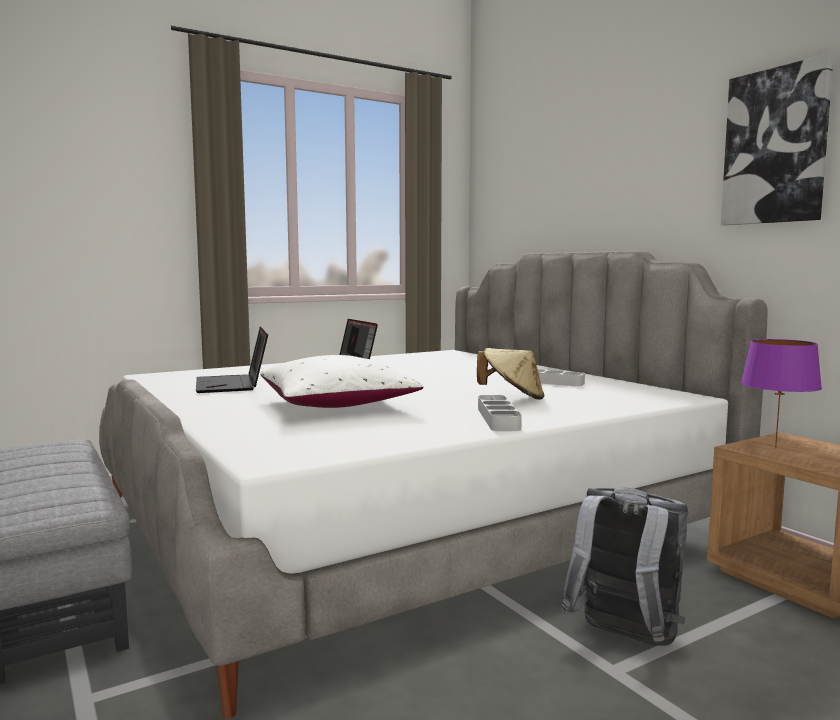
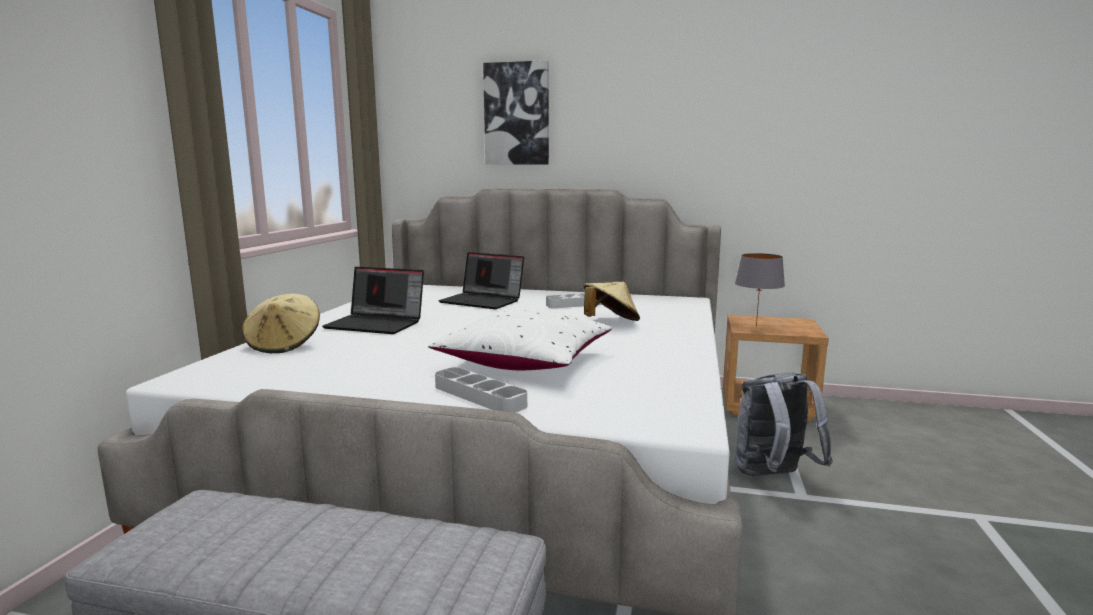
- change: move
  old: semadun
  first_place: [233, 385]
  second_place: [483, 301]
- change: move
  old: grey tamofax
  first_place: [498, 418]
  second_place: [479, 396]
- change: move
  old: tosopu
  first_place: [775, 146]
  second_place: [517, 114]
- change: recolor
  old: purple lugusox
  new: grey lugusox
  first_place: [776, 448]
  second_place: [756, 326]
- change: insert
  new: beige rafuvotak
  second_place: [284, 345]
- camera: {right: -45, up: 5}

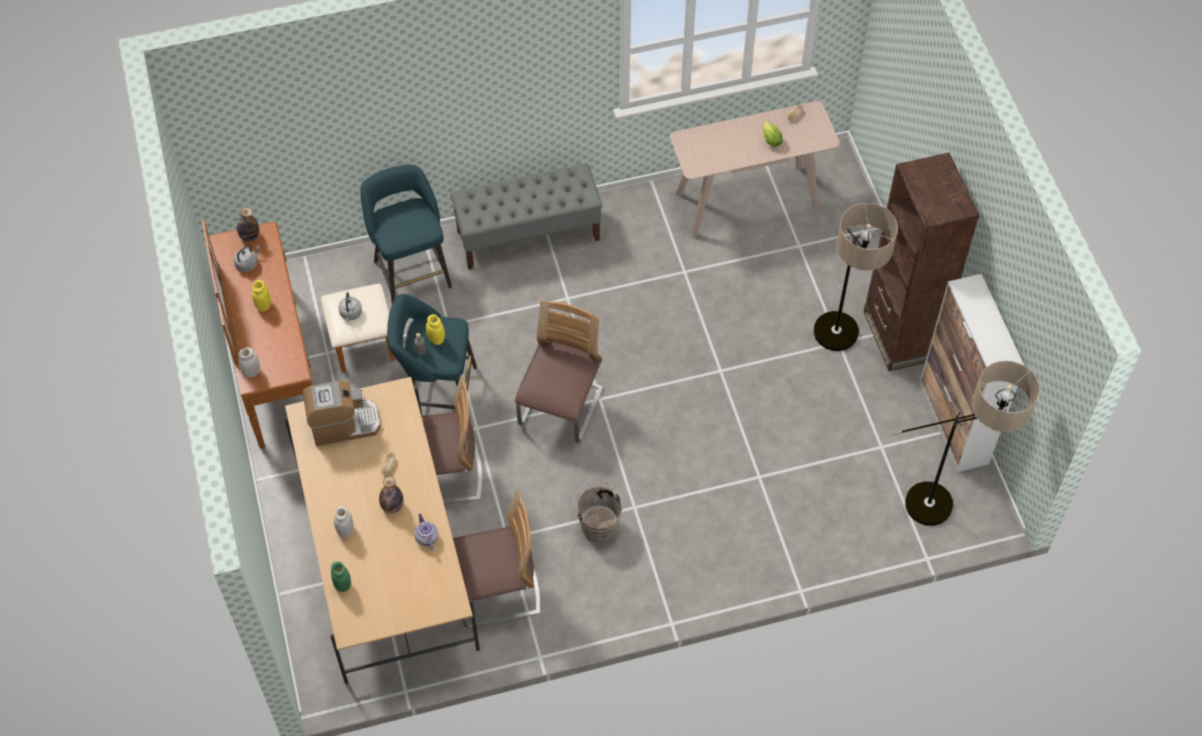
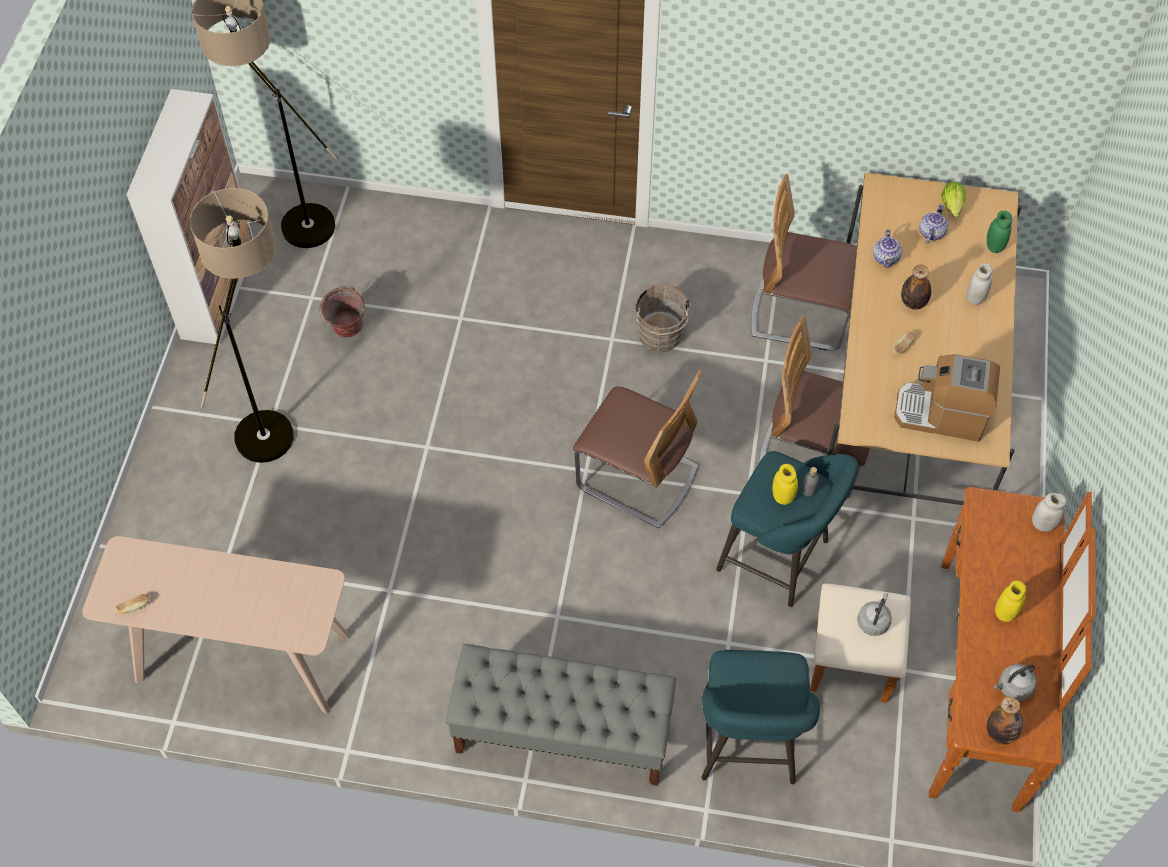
- change: rotate
  old: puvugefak
  first_place: [561, 408]
  second_place: [637, 477]
  degrees: -105
- change: move
  old: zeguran
  first_place: [770, 138]
  second_place: [952, 208]
- change: delete
  old: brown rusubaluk
  first_place: [899, 335]
- change: insert
  new: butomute
  second_place: [347, 332]
- change: insert
  new: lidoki
  second_place: [931, 232]
- camera: {right: -155, up: 0}

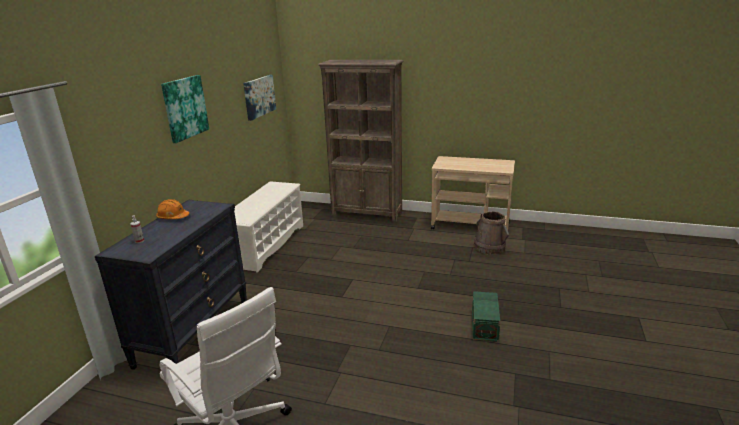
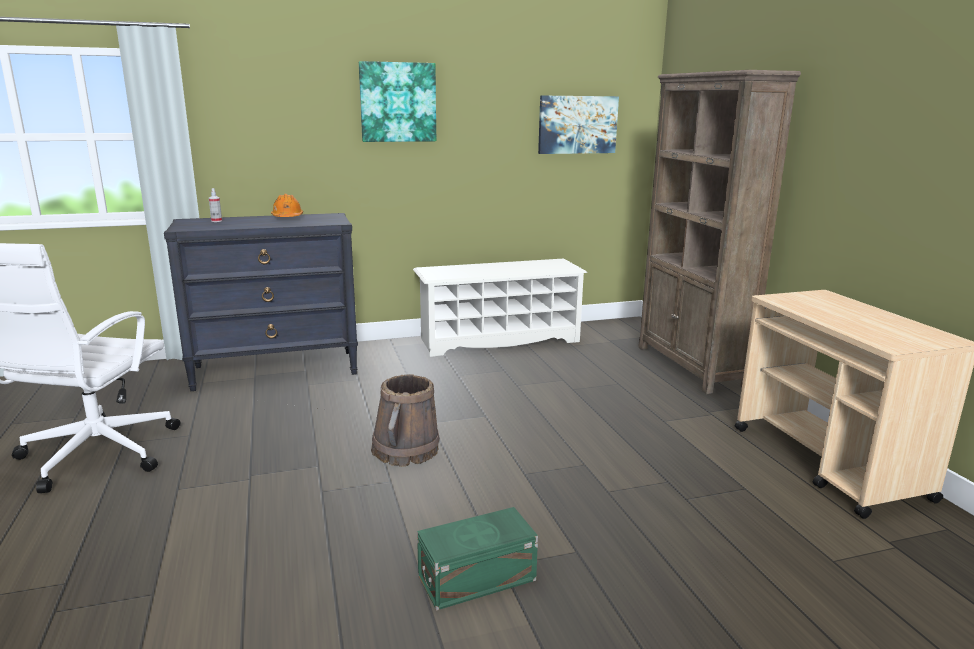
- change: move
  old: brown butomute
  first_place: [489, 247]
  second_place: [406, 450]
- camera: {right: 55, up: -5}

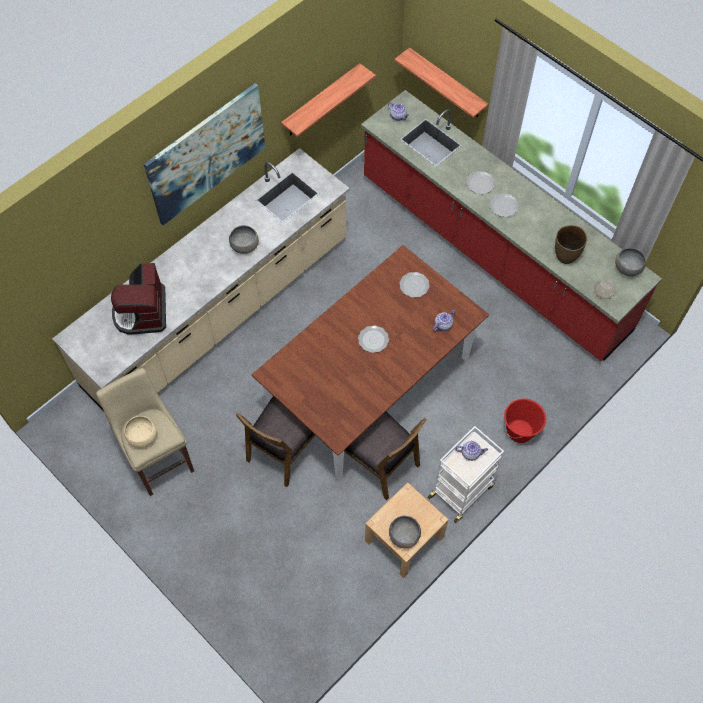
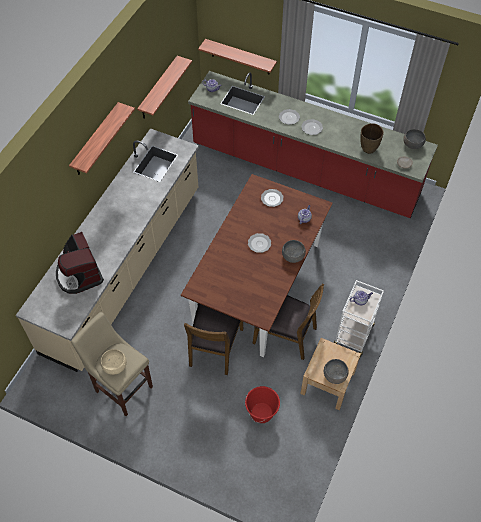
- change: replace
  old: tosopu
  new: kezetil
  first_place: [206, 154]
  second_place: [96, 140]
- change: move
  old: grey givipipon
  first_place: [245, 246]
  second_place: [293, 256]
- change: move
  old: red butomute
  first_place: [520, 431]
  second_place: [262, 413]
- camera: {right: -20, up: -5}

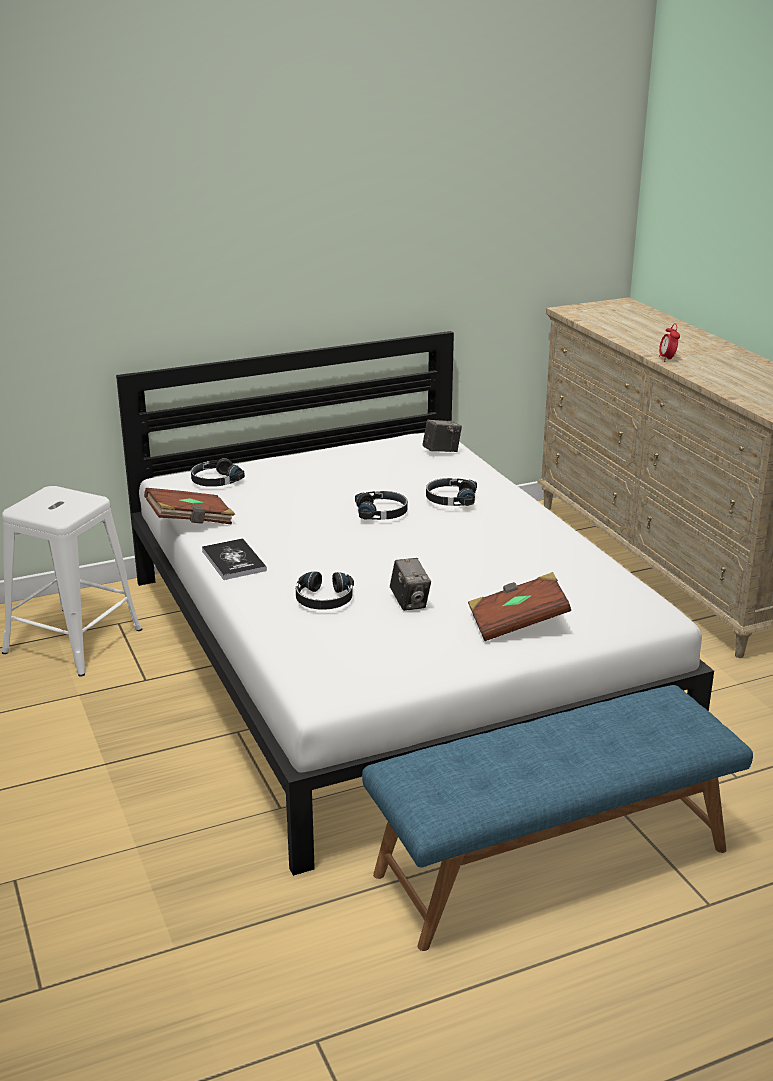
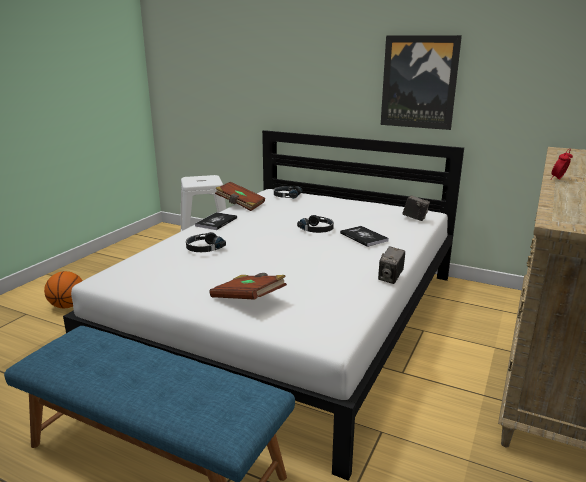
- change: move
  old: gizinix
  first_place: [410, 602]
  second_place: [390, 278]
- change: replace
  old: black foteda
  new: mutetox
  first_place: [450, 499]
  second_place: [363, 237]
- change: insert
  new: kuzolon
  second_place: [67, 306]
- change: insert
  new: tosopu
  second_place: [419, 82]
- camera: {right: 50, up: -5}

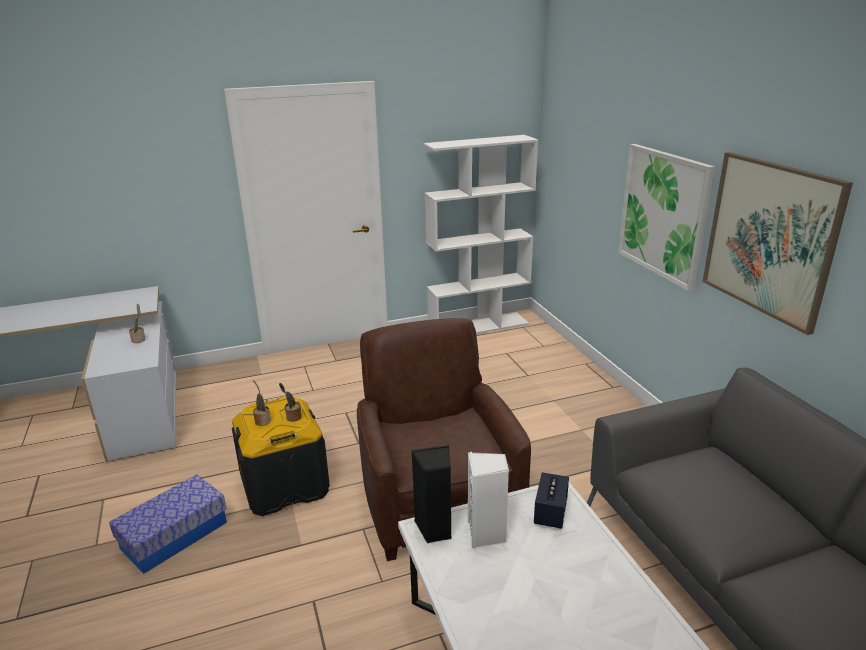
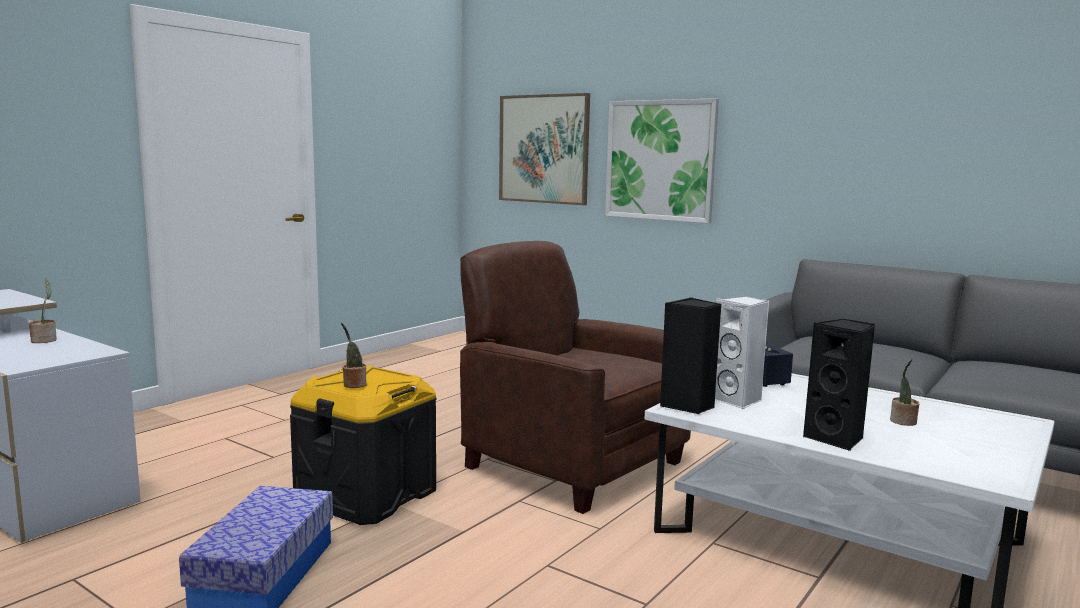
- change: move
  old: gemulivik
  first_place: [292, 417]
  second_place: [903, 422]
- change: delete
  old: white rusubaluk
  first_place: [478, 326]
- change: move
  old: tosopu
  first_place: [769, 238]
  second_place: [543, 149]
- change: insert
  new: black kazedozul
  second_place: [837, 439]
- camera: {right: -35, up: -15}

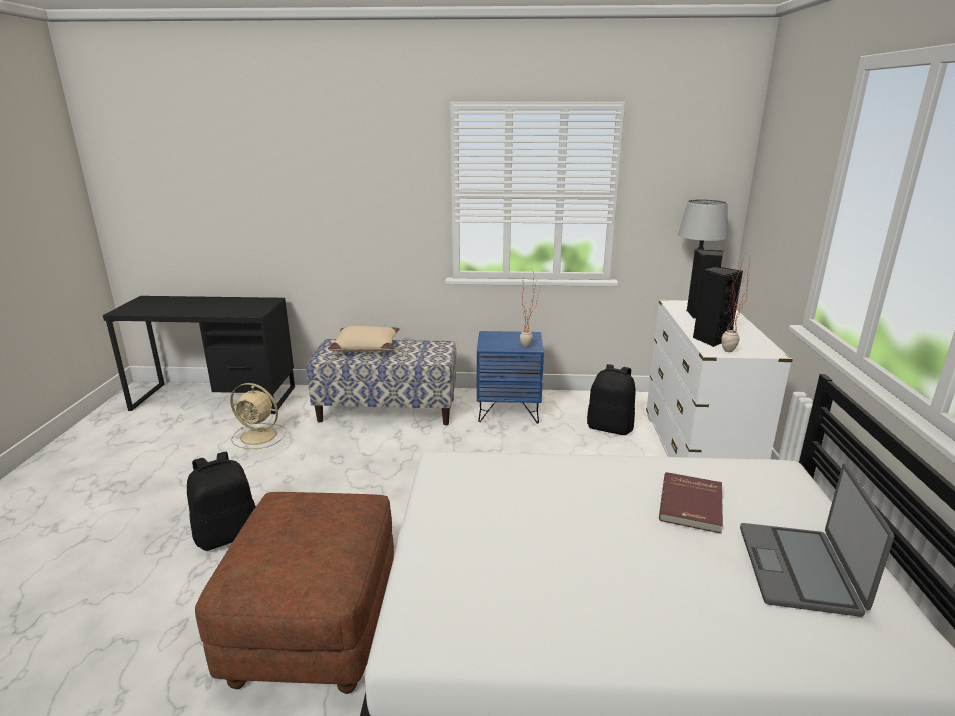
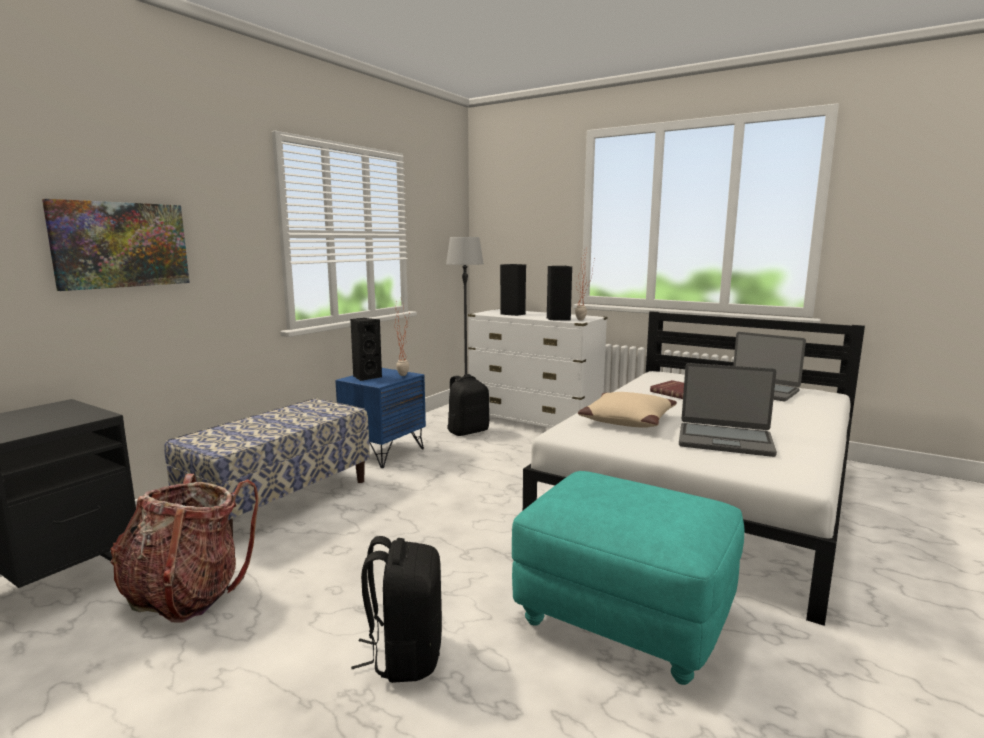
- change: recolor
  old: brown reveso
  new: turquoise reveso
  first_place: [314, 628]
  second_place: [624, 617]
- change: replace
  old: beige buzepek
  new: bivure
  first_place: [260, 436]
  second_place: [187, 594]
- change: move
  old: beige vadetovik
  first_place: [366, 347]
  second_place: [626, 420]
- change: insert
  new: tosopu
  second_place: [121, 245]
- change: insert
  new: black kazedozul
  second_place: [366, 377]
- change: insert
  new: semadun
  second_place: [725, 440]
- camera: {right: -60, up: -10}

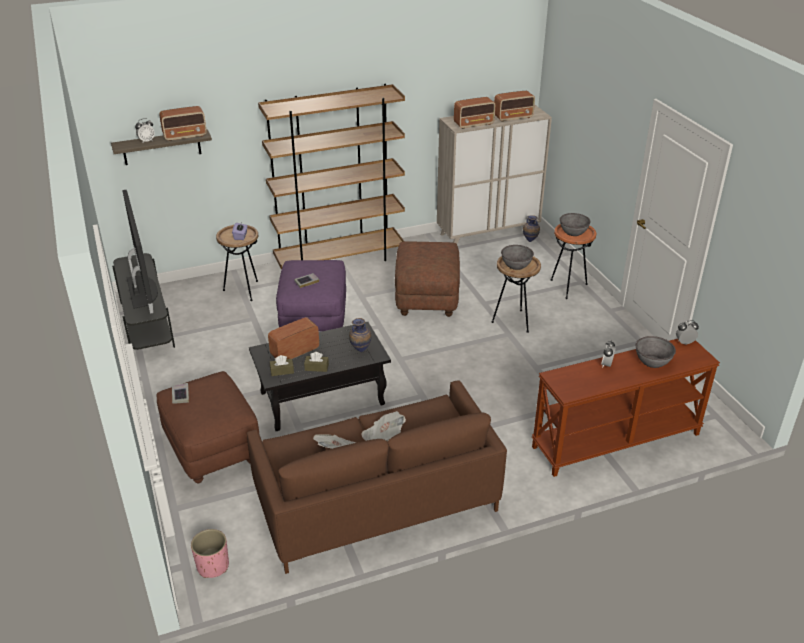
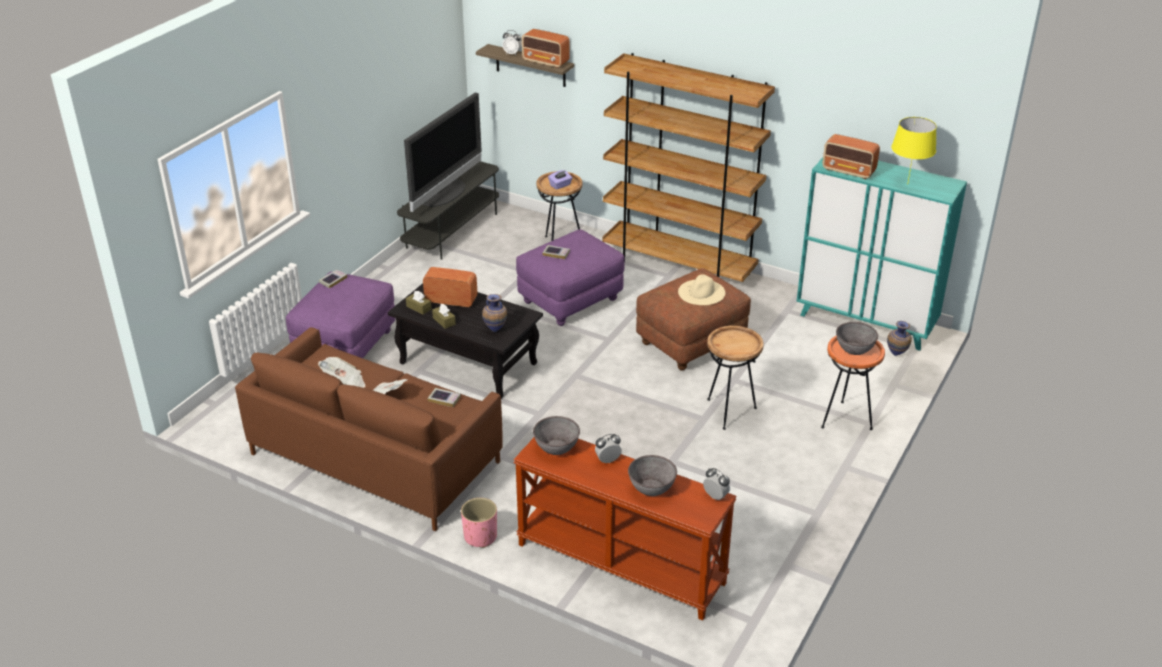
- change: recolor
  old: brown reveso
  new: purple reveso
  first_place: [212, 448]
  second_place: [346, 345]
- change: move
  old: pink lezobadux
  first_place: [213, 566]
  second_place: [480, 537]
- change: recolor
  old: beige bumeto
  new: turquoise bumeto
  first_place: [488, 233]
  second_place: [866, 322]
- change: replace
  old: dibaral
  new: yellow lugusox
  first_place: [513, 117]
  second_place: [907, 184]
- change: move
  old: grey givipipon
  first_place: [516, 265]
  second_place: [556, 447]
- change: insert
  new: mutetox
  second_place: [444, 399]
- change: insert
  new: beige rafuvotak
  second_place: [701, 292]
- camera: {right: 50, up: 0}

